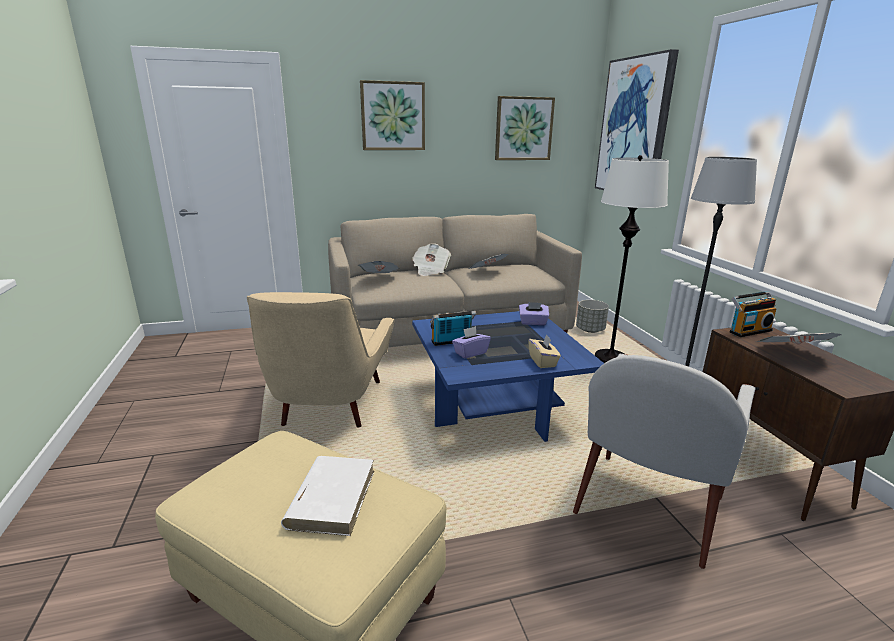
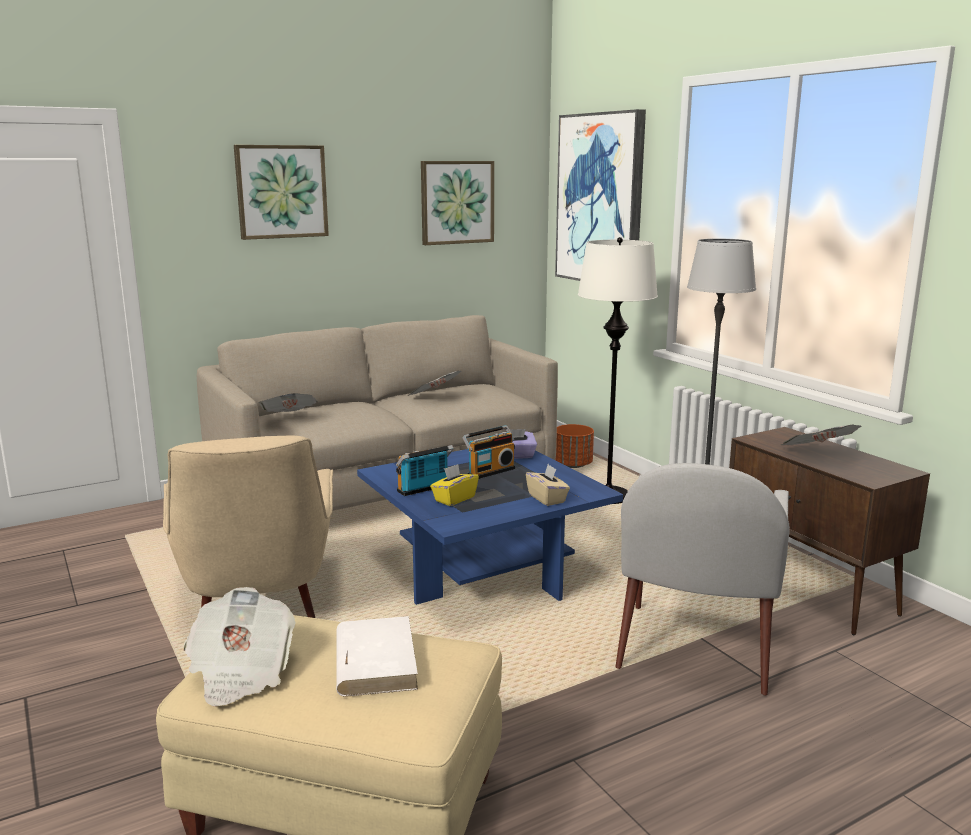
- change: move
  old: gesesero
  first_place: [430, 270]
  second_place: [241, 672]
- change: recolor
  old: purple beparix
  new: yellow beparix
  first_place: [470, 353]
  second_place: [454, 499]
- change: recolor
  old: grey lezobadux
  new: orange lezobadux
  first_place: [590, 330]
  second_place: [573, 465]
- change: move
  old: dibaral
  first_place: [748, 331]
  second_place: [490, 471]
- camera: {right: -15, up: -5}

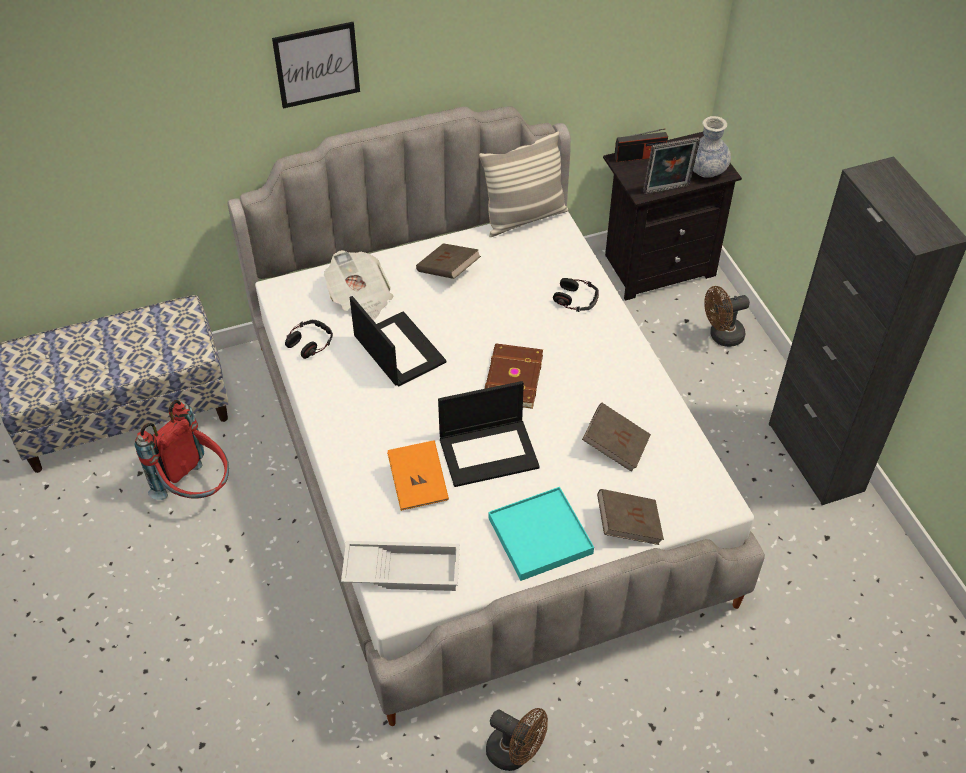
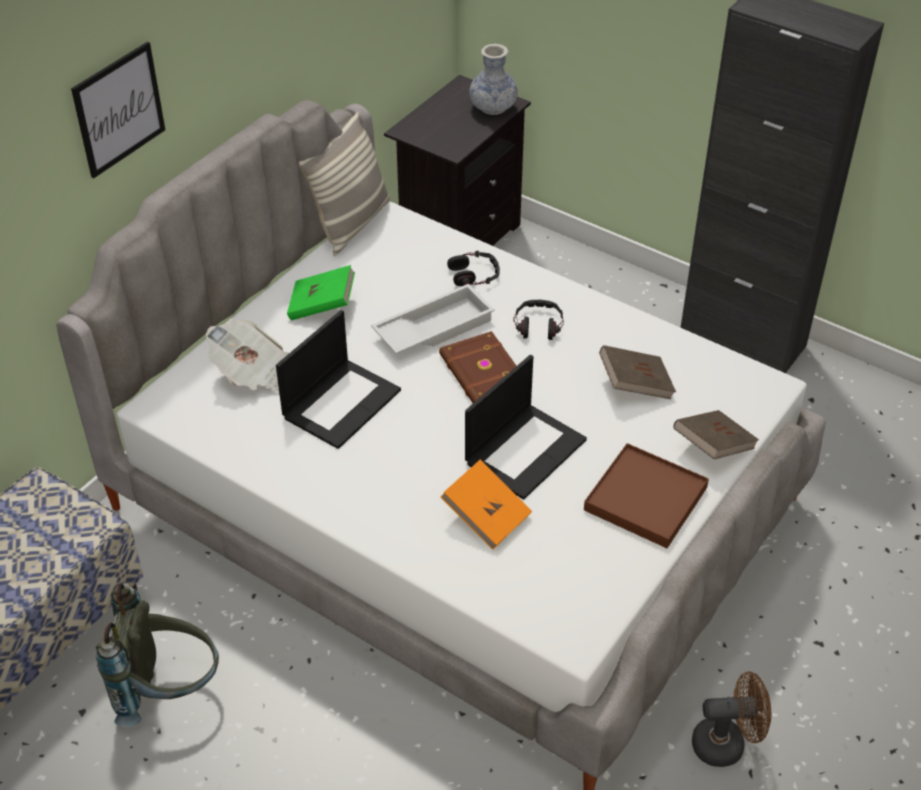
- change: recolor
  old: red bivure
  new: grey bivure
  first_place: [197, 490]
  second_place: [169, 691]
- change: move
  old: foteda
  first_place: [310, 342]
  second_place: [538, 325]
- change: move
  old: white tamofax
  first_place: [403, 569]
  second_place: [433, 327]
- change: rotate
  old: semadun
  first_place: [398, 349]
  second_place: [341, 402]
  degrees: 105
- change: recolor
  old: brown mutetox
  new: green mutetox
  first_place: [448, 271]
  second_place: [322, 306]
- change: recolor
  old: turquoise tamofax
  new: brown tamofax
  first_place: [540, 536]
  second_place: [646, 499]
- change: delete
  old: dibaral
  first_place: [640, 156]
- change: delete
  old: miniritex
  first_place: [667, 191]
- change: delete
  old: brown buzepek
  first_place: [721, 336]
- camera: {right: -35, up: -5}

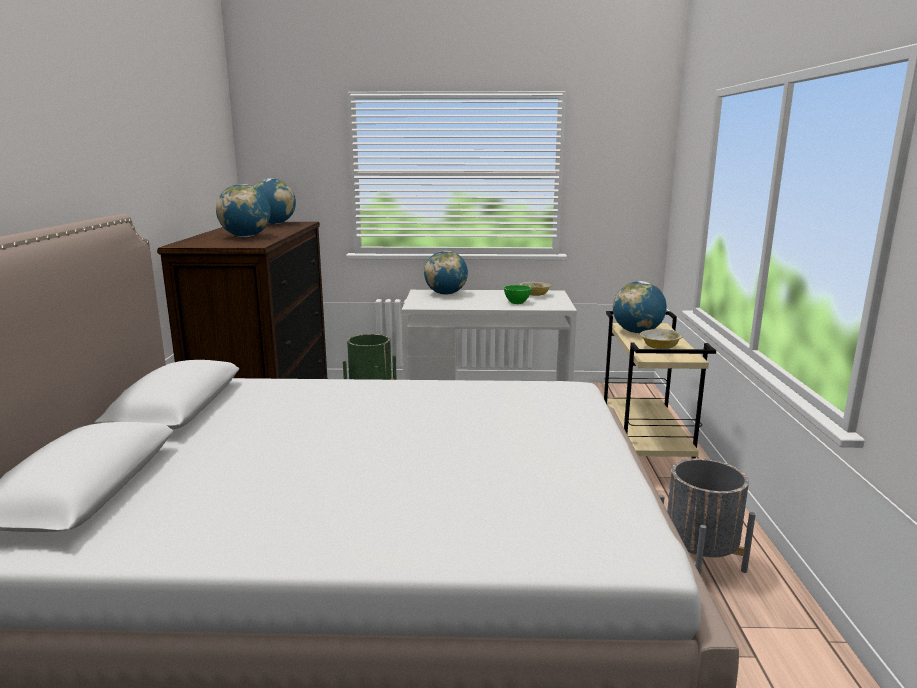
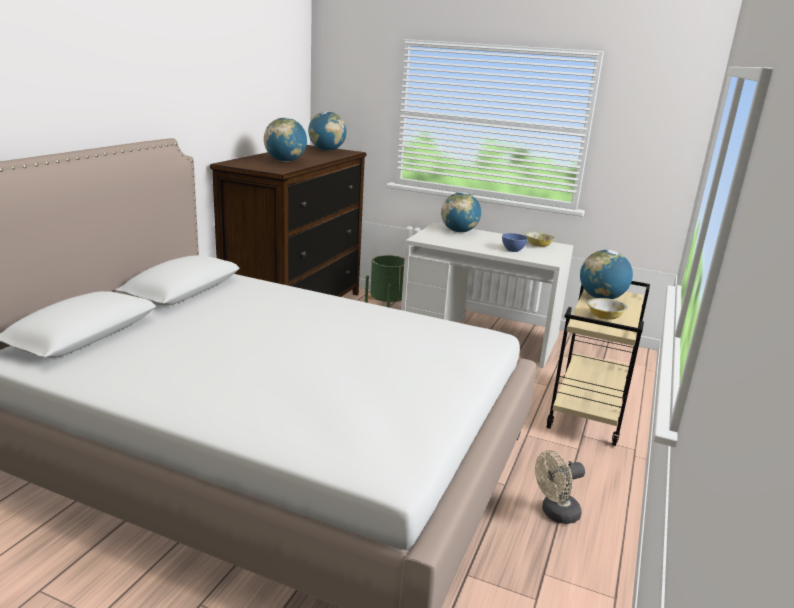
- change: recolor
  old: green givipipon
  new: blue givipipon
  first_place: [517, 302]
  second_place: [513, 250]
- change: replace
  old: grey lezobadux
  new: beige buzepek
  first_place: [699, 561]
  second_place: [555, 513]
- camera: {right: 20, up: 5}

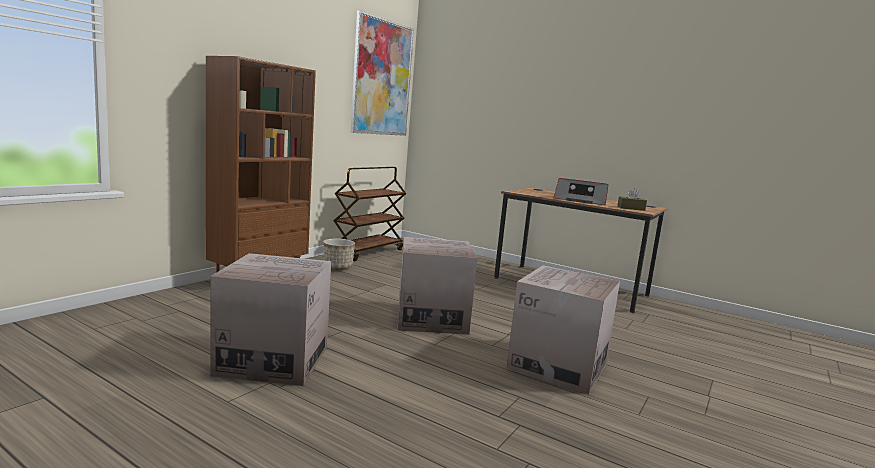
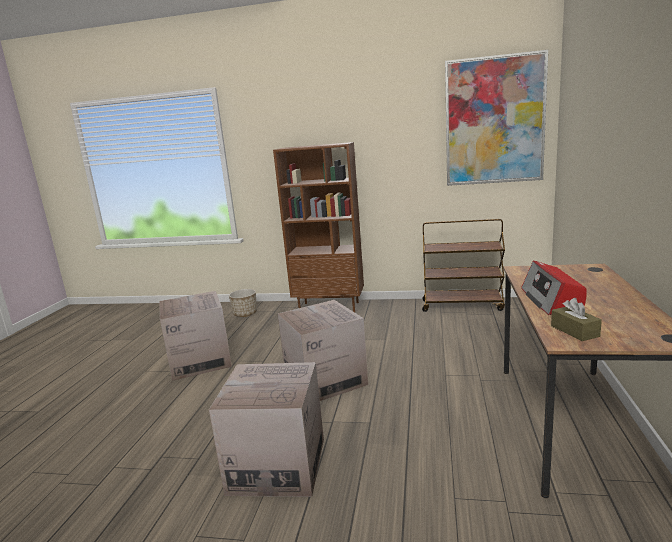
- change: move
  old: lezobadux
  first_place: [337, 267]
  second_place: [245, 314]
- camera: {right: 70, up: 5}

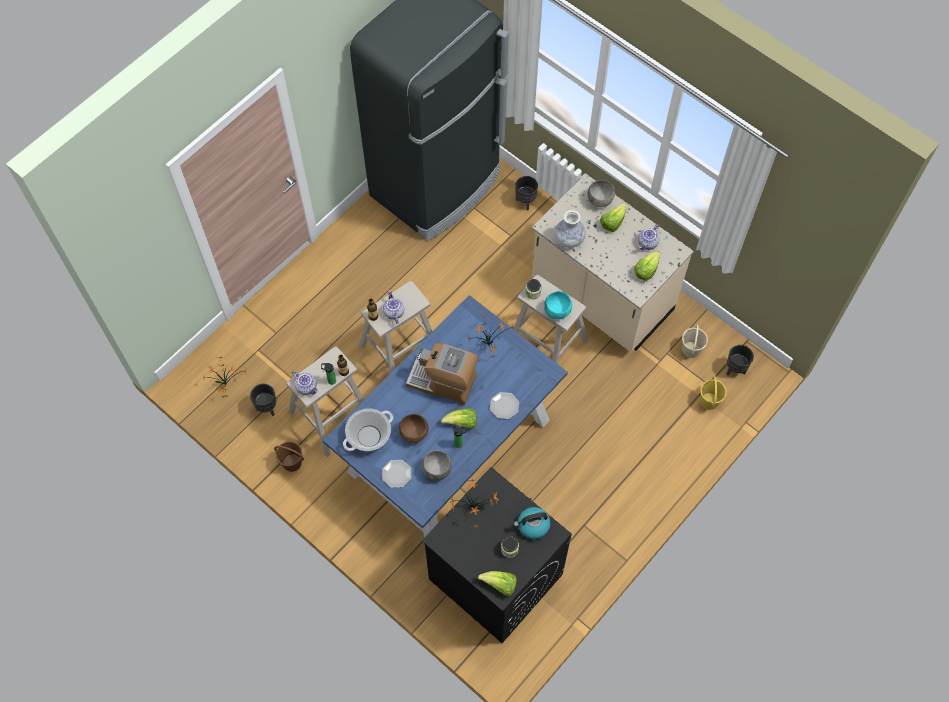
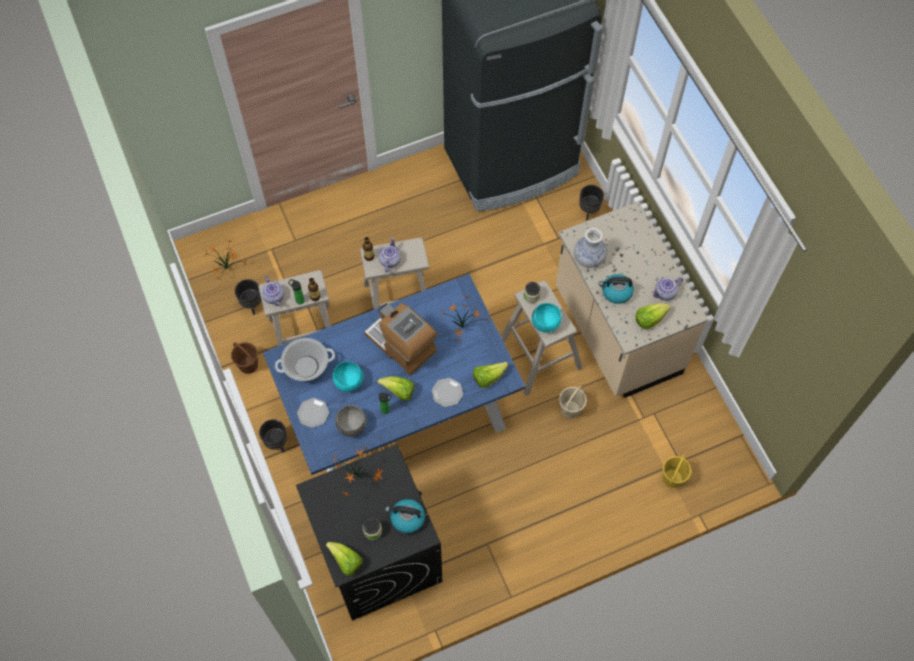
- change: recolor
  old: brown givipipon
  new: turquoise givipipon
  first_place: [414, 433]
  second_place: [349, 382]
- change: delete
  old: grey givipipon
  first_place: [600, 200]
- change: move
  old: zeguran
  first_place: [612, 222]
  second_place: [488, 377]
- change: move
  old: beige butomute
  first_place: [691, 350]
  second_place: [570, 409]
- change: move
  old: black lezobadux
  first_place: [735, 369]
  second_place: [277, 443]
- change: insert
  new: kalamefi
  second_place: [616, 292]
- camera: {right: 25, up: 0}

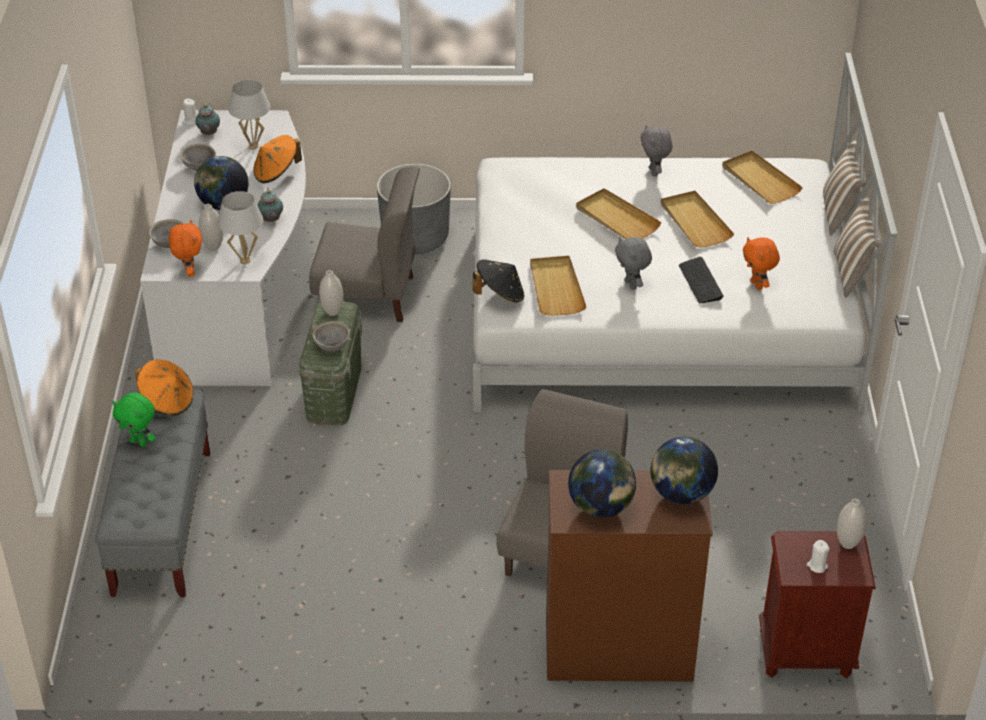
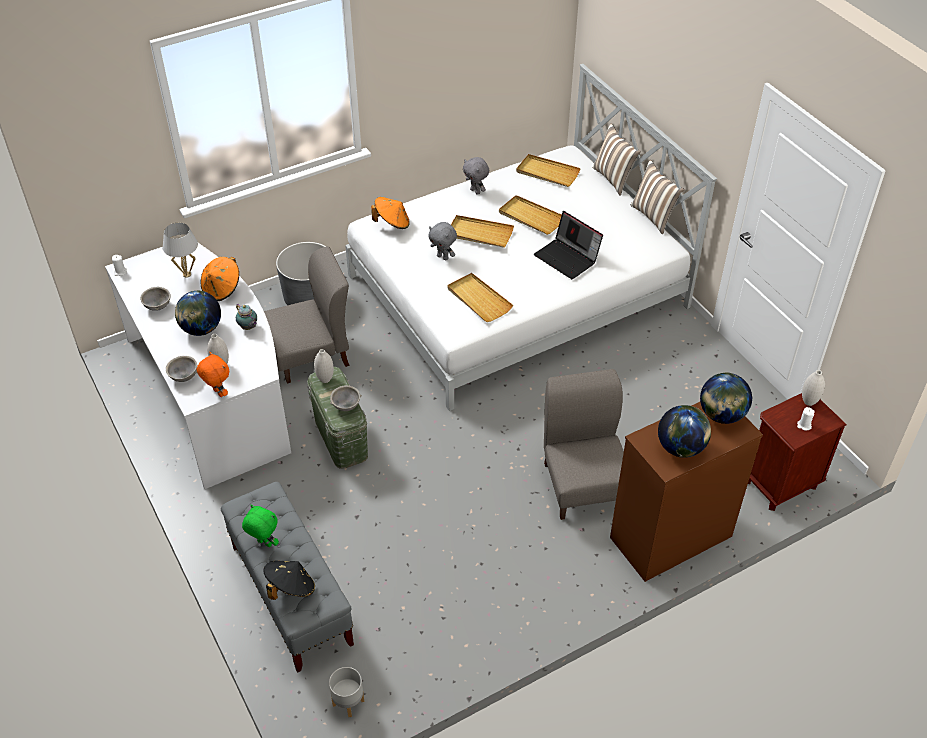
- change: rotate
  old: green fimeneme
  first_place: [139, 442]
  second_place: [264, 543]
  degrees: -150
- change: move
  old: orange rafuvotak
  first_place: [167, 401]
  second_place: [392, 223]
- change: delete
  old: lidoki
  first_place: [208, 134]
- change: delete
  old: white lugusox
  first_place: [245, 260]
- change: move
  old: black rafuvotak
  first_place: [500, 295]
  second_place: [290, 588]
- change: move
  old: grey fimeneme
  first_place: [631, 285]
  second_place: [443, 257]
- change: replace
  old: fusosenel
  new: semadun
  first_place: [700, 282]
  second_place: [568, 258]
- change: delete
  old: orange fimeneme
  first_place: [757, 285]
- change: insert
  new: grey lezobadux
  second_place: [348, 703]
- camera: {right: -30, up: 5}

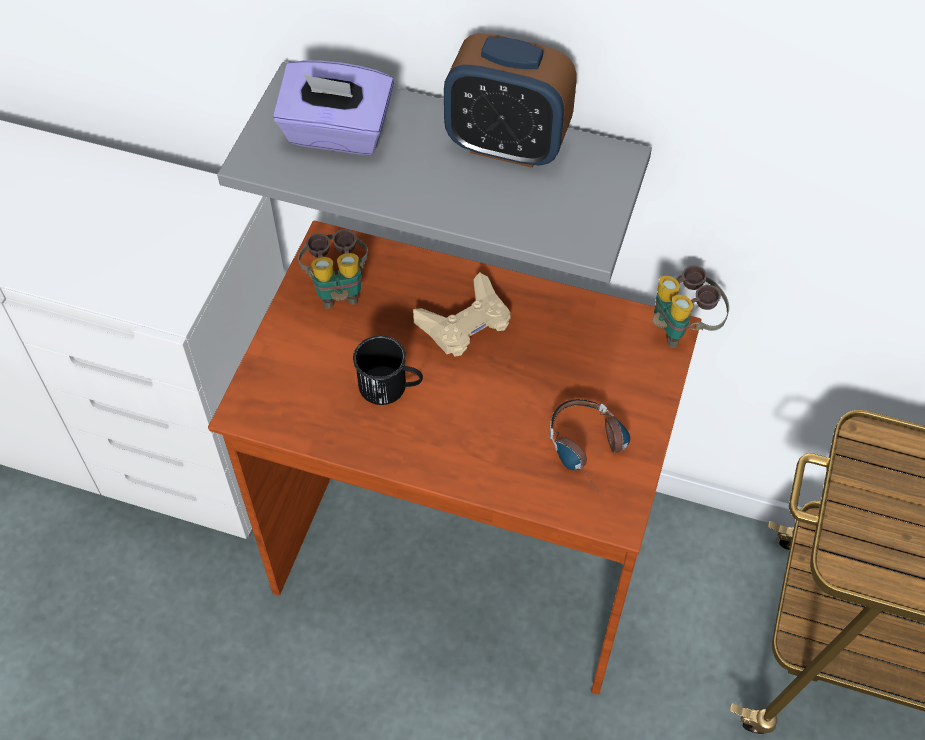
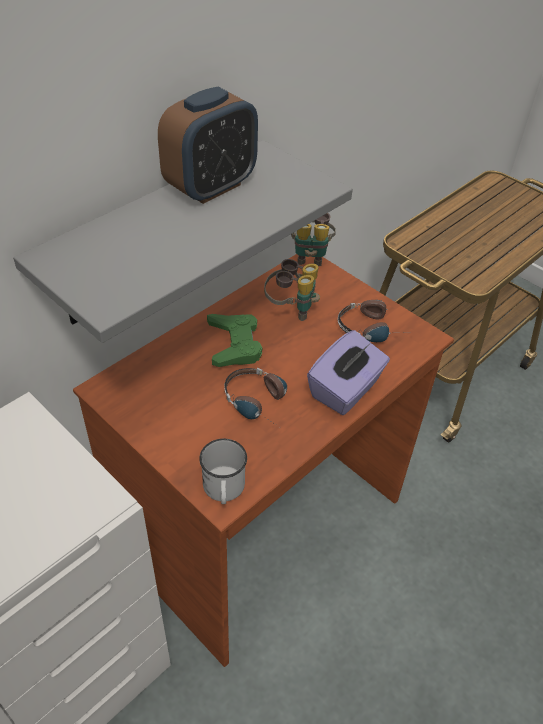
- change: move
  old: purple beparix
  first_place: [337, 134]
  second_place: [346, 390]
- change: move
  old: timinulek
  first_place: [338, 288]
  second_place: [291, 309]
- change: replace
  old: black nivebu
  new: foteda
  first_place: [390, 387]
  second_place: [261, 403]
- change: recolor
  old: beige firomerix
  new: green firomerix
  first_place: [465, 322]
  second_place: [234, 344]
- change: insert
  new: white nivebu
  second_place: [223, 490]
- camera: {right: -65, up: -10}

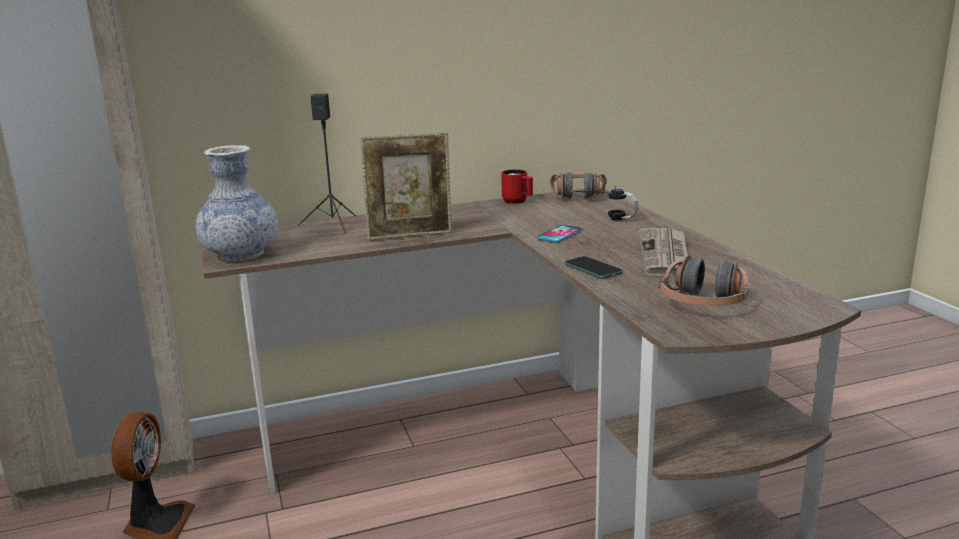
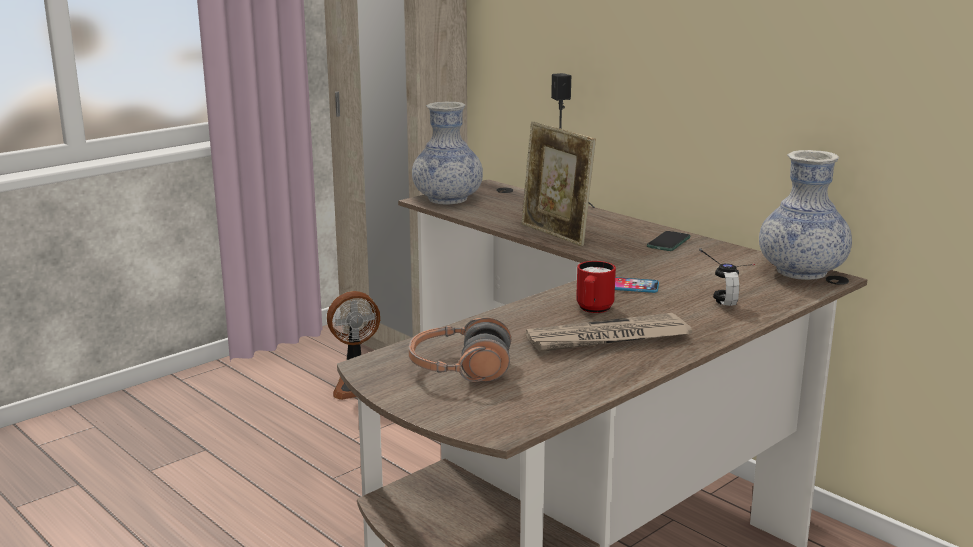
- change: move
  old: red nivebu
  first_place: [518, 202]
  second_place: [593, 310]
- change: replace
  old: foteda
  new: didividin
  first_place: [578, 194]
  second_place: [801, 272]
- change: move
  old: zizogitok
  first_place: [593, 269]
  second_place: [668, 242]
- camera: {right: 65, up: 0}

